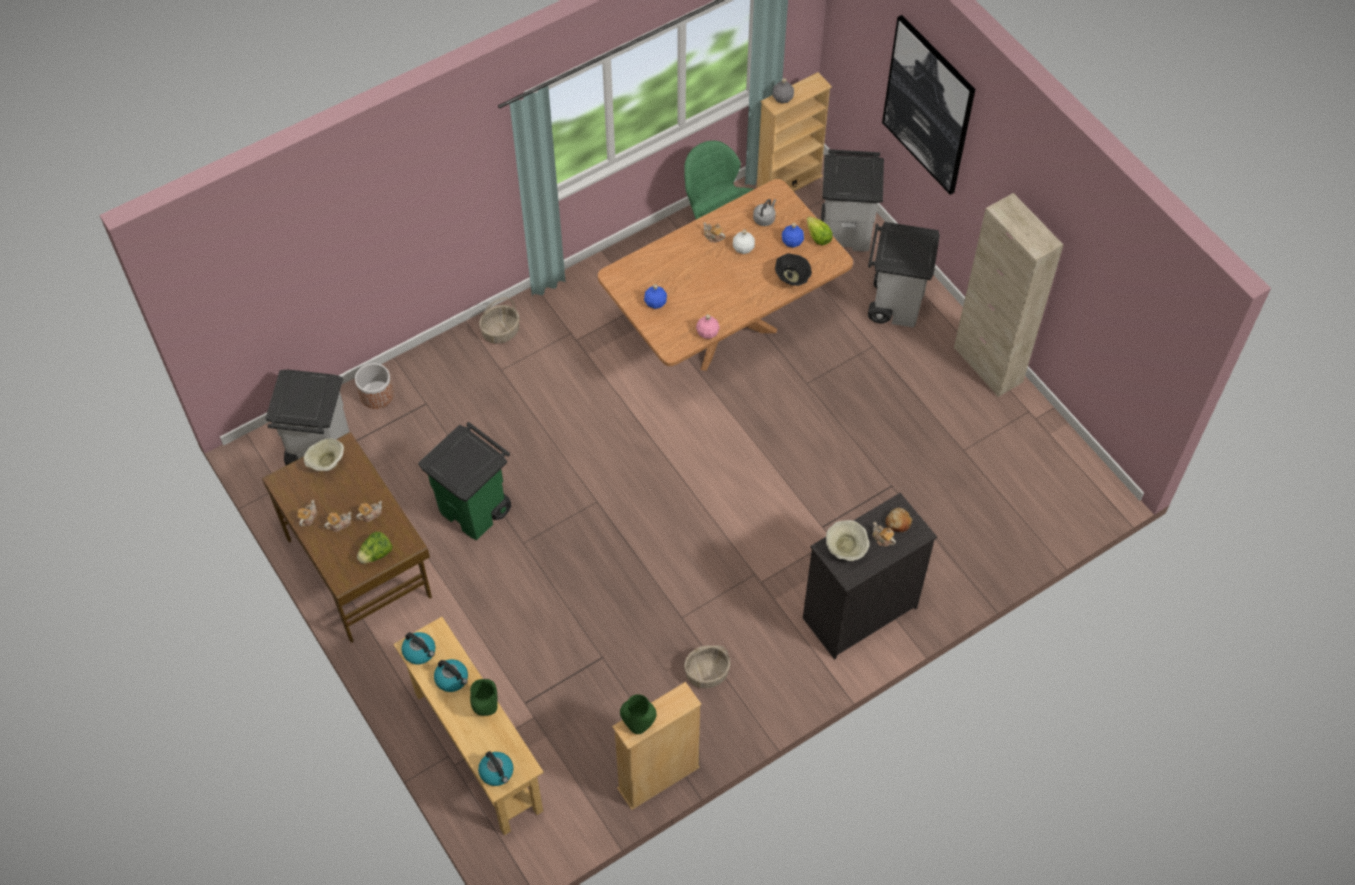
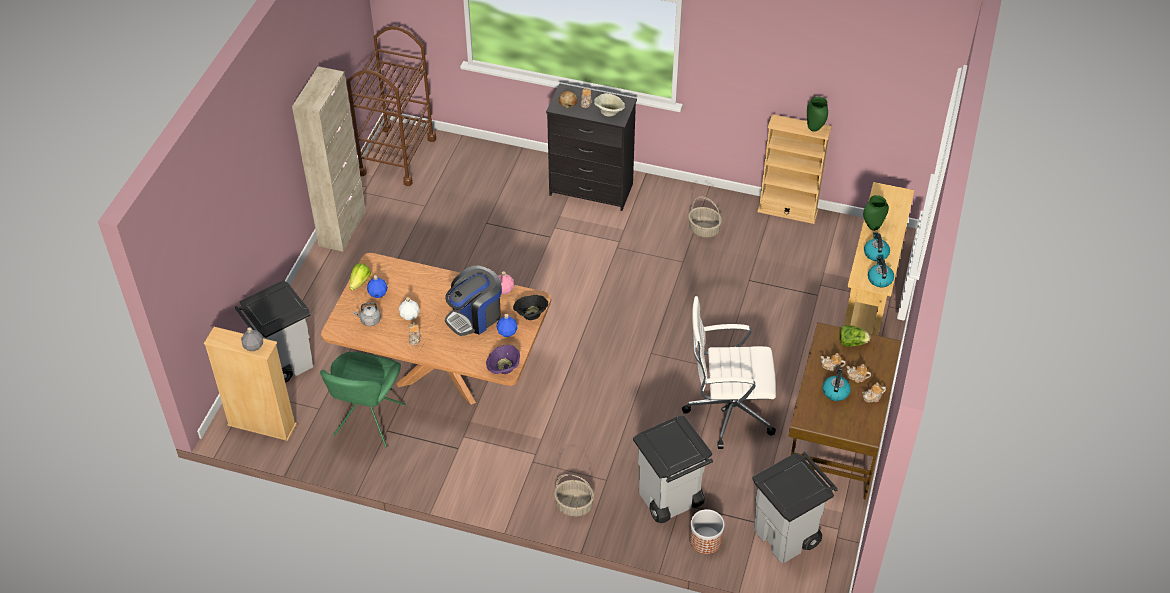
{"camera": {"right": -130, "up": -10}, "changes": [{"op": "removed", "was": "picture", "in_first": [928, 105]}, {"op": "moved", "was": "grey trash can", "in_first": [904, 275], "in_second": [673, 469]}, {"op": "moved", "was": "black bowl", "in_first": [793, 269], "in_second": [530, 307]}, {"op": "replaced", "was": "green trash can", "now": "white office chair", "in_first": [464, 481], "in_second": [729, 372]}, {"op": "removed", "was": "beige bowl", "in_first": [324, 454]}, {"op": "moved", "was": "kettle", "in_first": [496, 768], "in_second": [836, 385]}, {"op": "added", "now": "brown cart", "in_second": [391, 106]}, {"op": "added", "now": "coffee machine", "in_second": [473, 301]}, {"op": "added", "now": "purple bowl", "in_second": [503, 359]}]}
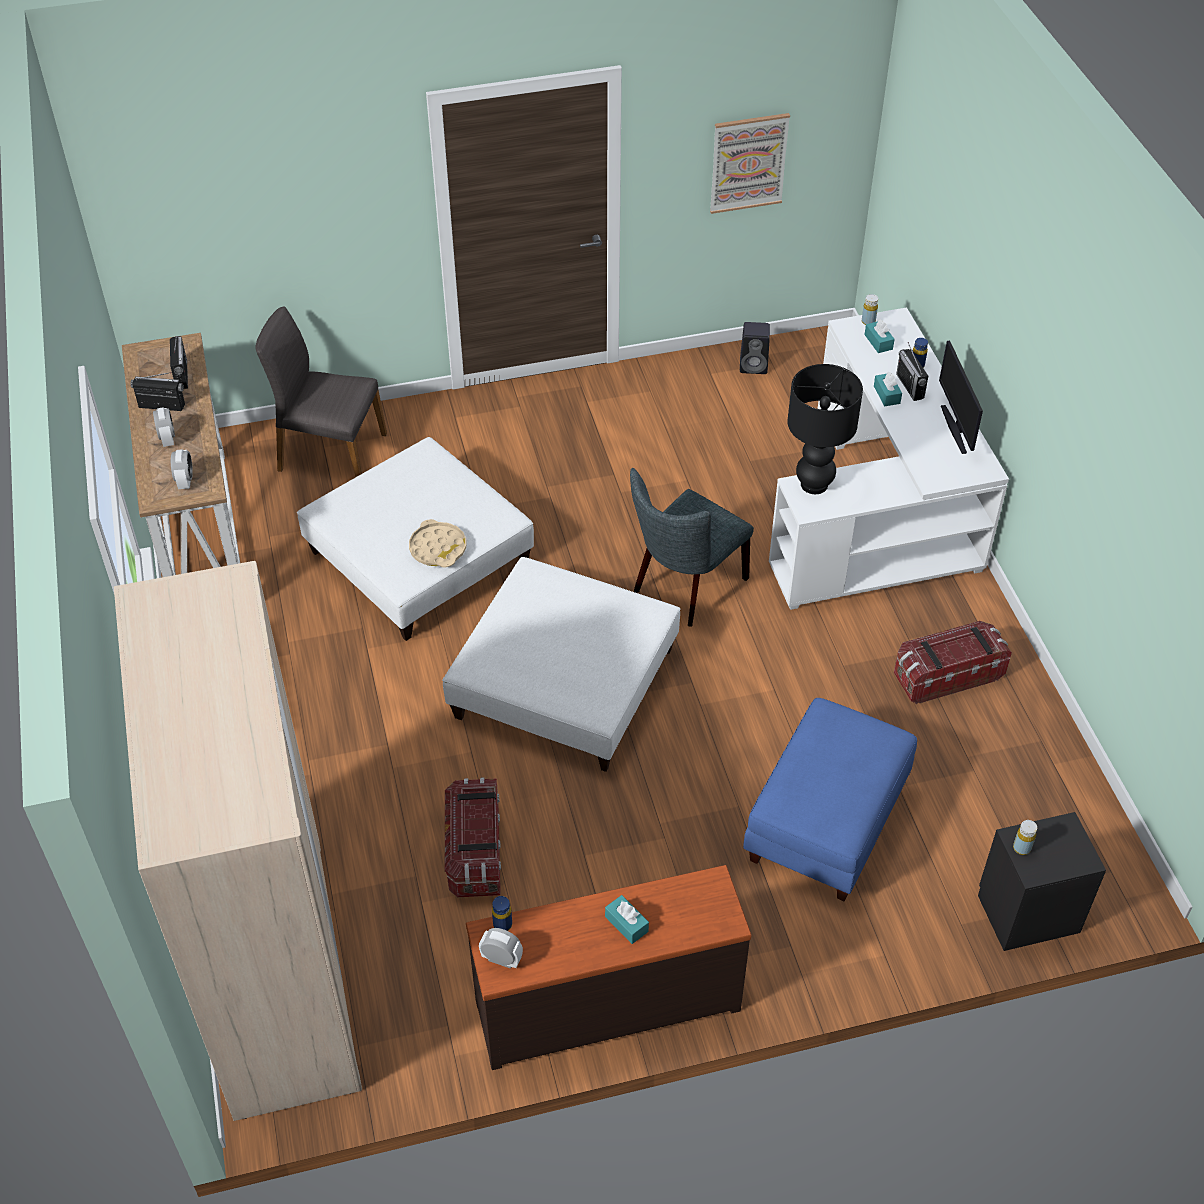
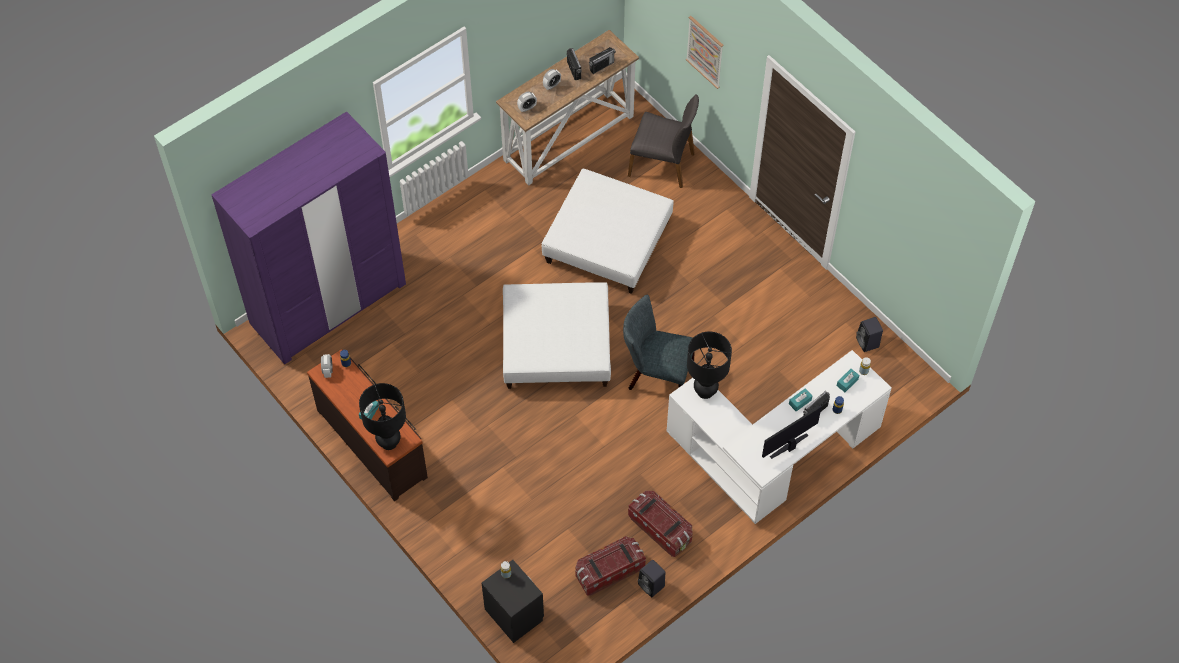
{"camera": {"right": 65, "up": 10}, "changes": [{"op": "moved", "was": "picture", "in_first": [750, 163], "in_second": [705, 52]}, {"op": "turned", "was": "grey chair", "in_first": [321, 391], "in_second": [663, 141], "clockwise": 120}, {"op": "removed", "was": "beige tray", "in_first": [437, 543]}, {"op": "recoloured", "was": "beige wardrobe", "now": "purple wardrobe", "in_first": [238, 841], "in_second": [308, 237]}, {"op": "removed", "was": "blue ottoman", "in_first": [830, 800]}, {"op": "moved", "was": "storage box", "in_first": [472, 837], "in_second": [610, 565]}, {"op": "added", "now": "black table lamp", "in_second": [382, 416]}, {"op": "added", "now": "black speaker", "in_second": [652, 578]}]}
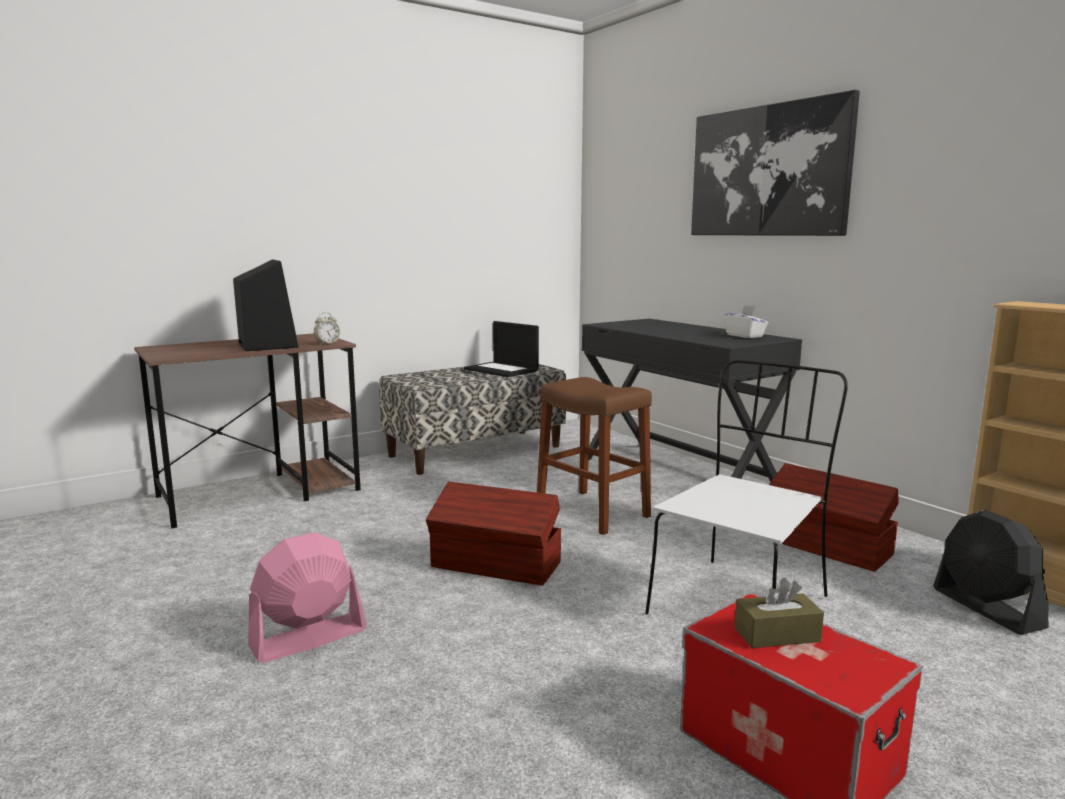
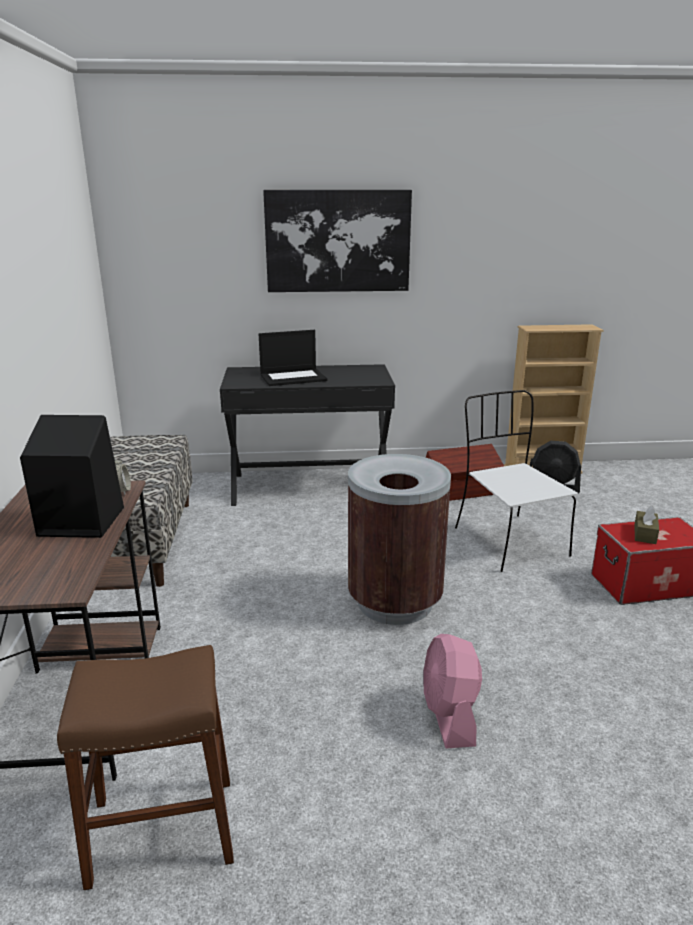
{"camera": {"right": -60, "up": 10}, "changes": [{"op": "removed", "was": "white tissue box", "in_first": [746, 321]}, {"op": "moved", "was": "laptop", "in_first": [501, 349], "in_second": [293, 358]}, {"op": "moved", "was": "brown stool", "in_first": [594, 456], "in_second": [145, 767]}, {"op": "replaced", "was": "brown storage box", "now": "brown trash can", "in_first": [493, 534], "in_second": [399, 539]}]}
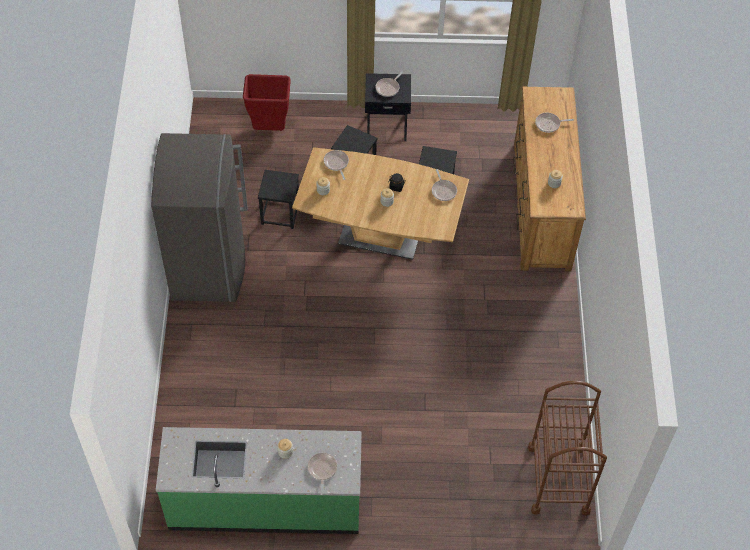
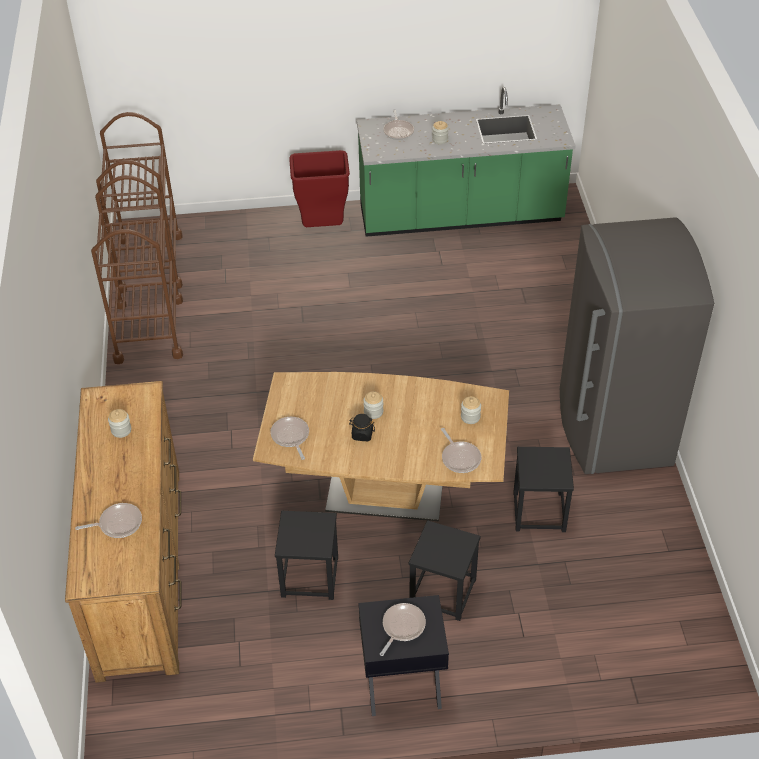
{"camera": {"right": 175, "up": -10}, "changes": [{"op": "moved", "was": "red trash can", "in_first": [267, 102], "in_second": [319, 188]}, {"op": "added", "now": "brown cart", "in_second": [137, 269]}]}
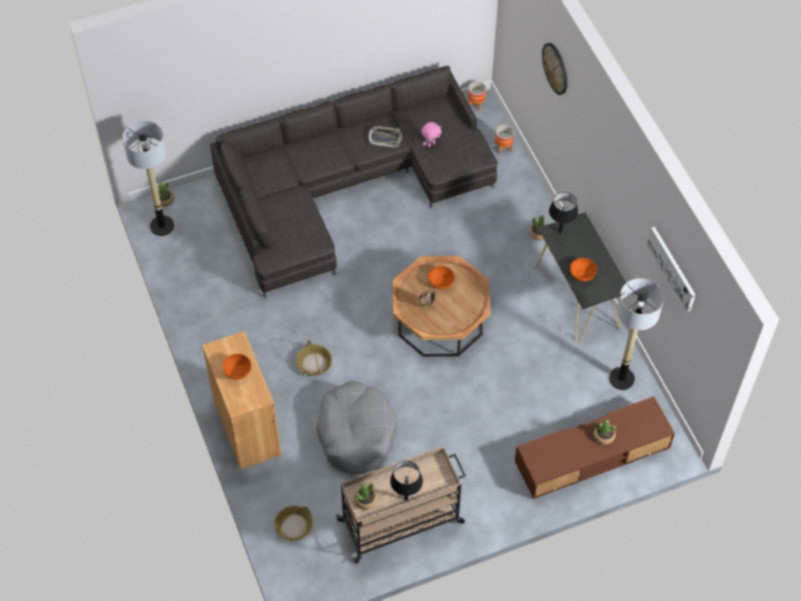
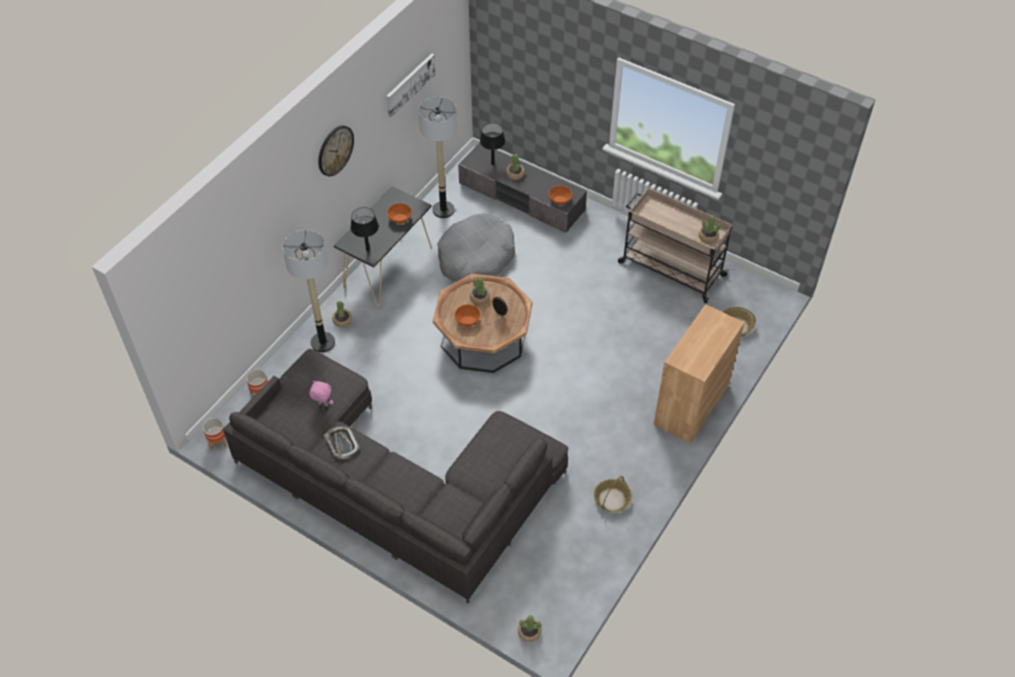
{"camera": {"right": -125, "up": -5}, "changes": [{"op": "moved", "was": "wall clock", "in_first": [555, 69], "in_second": [336, 150]}, {"op": "moved", "was": "floor lamp", "in_first": [148, 178], "in_second": [308, 291]}, {"op": "moved", "was": "basket", "in_first": [314, 358], "in_second": [613, 494]}, {"op": "moved", "was": "orange bowl", "in_first": [237, 367], "in_second": [560, 195]}, {"op": "moved", "was": "grey dog bed", "in_first": [356, 428], "in_second": [476, 247]}, {"op": "recoloured", "was": "brown tv stand", "now": "grey tv stand", "in_first": [595, 447], "in_second": [522, 187]}, {"op": "moved", "was": "black table lamp", "in_first": [406, 480], "in_second": [492, 144]}, {"op": "added", "now": "potted plant", "in_second": [480, 291]}]}
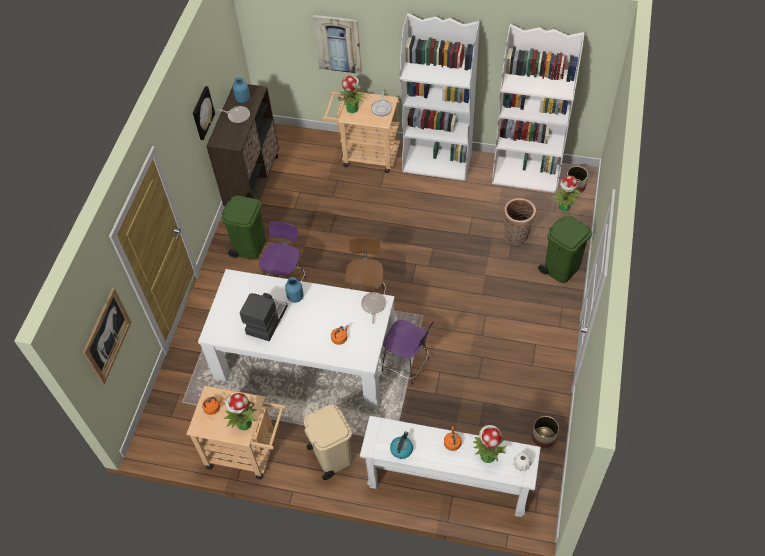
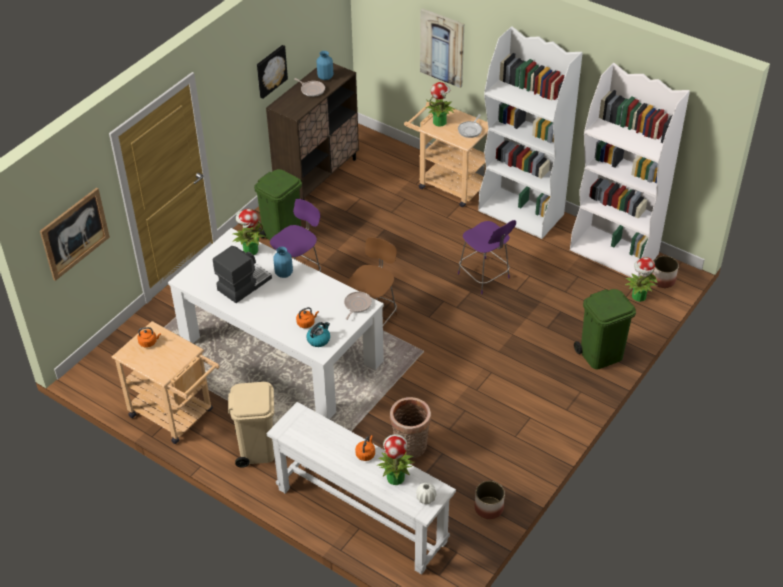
{"camera": {"right": 20, "up": -10}, "changes": [{"op": "moved", "was": "basket", "in_first": [520, 221], "in_second": [410, 427]}, {"op": "moved", "was": "purple chair", "in_first": [407, 353], "in_second": [487, 257]}, {"op": "moved", "was": "potted plant", "in_first": [240, 411], "in_second": [249, 232]}, {"op": "moved", "was": "kettle", "in_first": [401, 445], "in_second": [318, 334]}]}
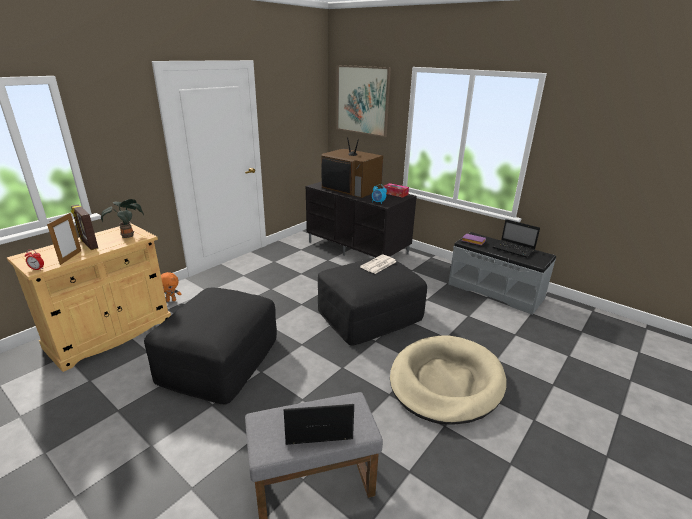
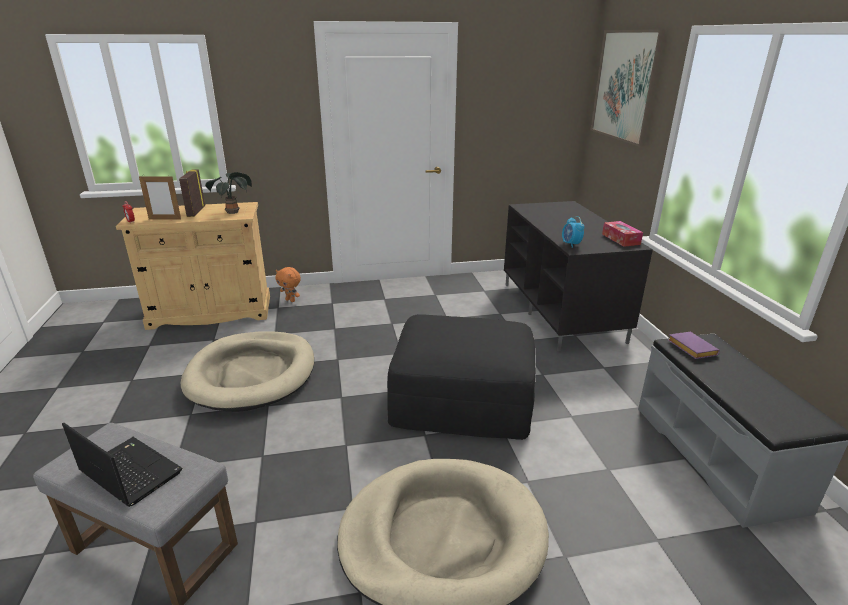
{"camera": {"right": 40, "up": 0}, "changes": [{"op": "removed", "was": "television", "in_first": [352, 167]}, {"op": "turned", "was": "picture frame", "in_first": [64, 239], "in_second": [160, 197], "clockwise": 45}, {"op": "removed", "was": "laptop", "in_first": [516, 238]}, {"op": "removed", "was": "newspaper", "in_first": [378, 264]}, {"op": "replaced", "was": "black ottoman", "now": "beige dog bed", "in_first": [210, 346], "in_second": [247, 371]}]}
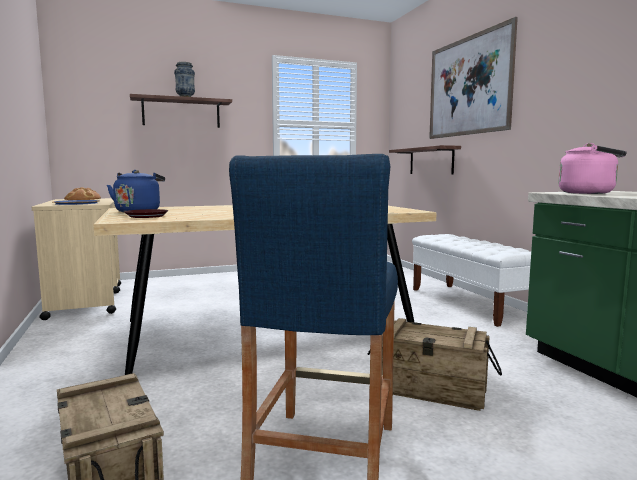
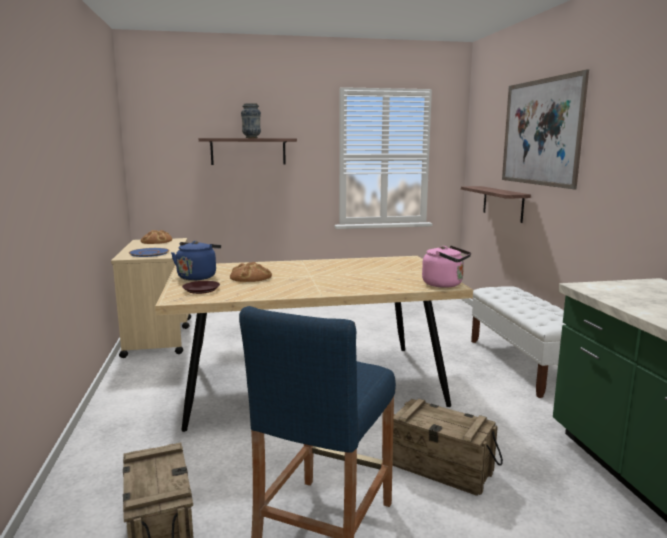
{"camera": {"right": 10, "up": 5}, "changes": [{"op": "moved", "was": "pink kettle", "in_first": [592, 168], "in_second": [446, 266]}, {"op": "added", "now": "bread", "in_second": [251, 272]}]}
